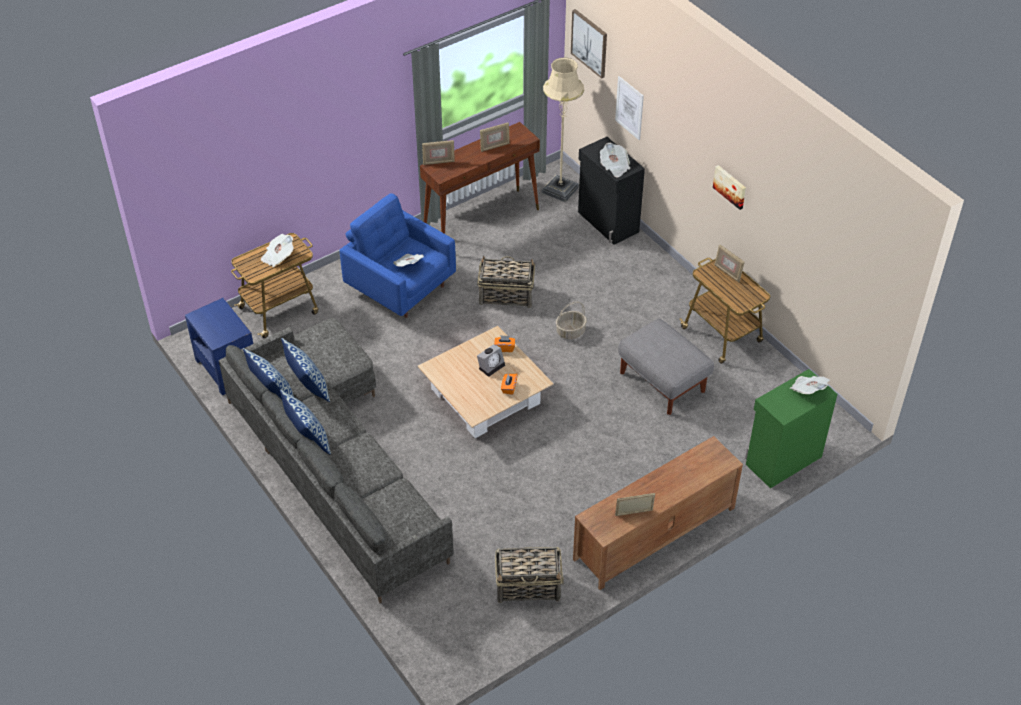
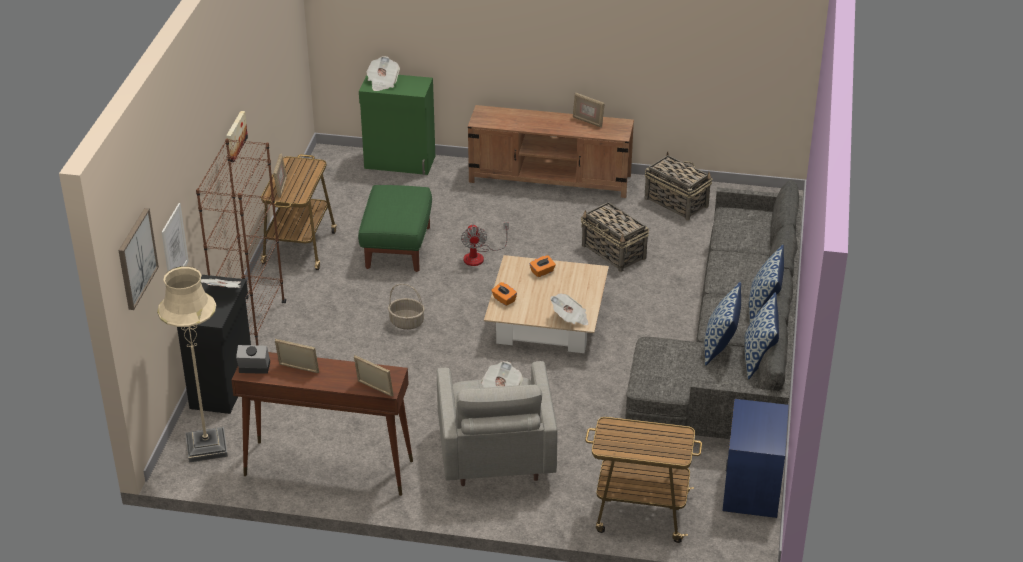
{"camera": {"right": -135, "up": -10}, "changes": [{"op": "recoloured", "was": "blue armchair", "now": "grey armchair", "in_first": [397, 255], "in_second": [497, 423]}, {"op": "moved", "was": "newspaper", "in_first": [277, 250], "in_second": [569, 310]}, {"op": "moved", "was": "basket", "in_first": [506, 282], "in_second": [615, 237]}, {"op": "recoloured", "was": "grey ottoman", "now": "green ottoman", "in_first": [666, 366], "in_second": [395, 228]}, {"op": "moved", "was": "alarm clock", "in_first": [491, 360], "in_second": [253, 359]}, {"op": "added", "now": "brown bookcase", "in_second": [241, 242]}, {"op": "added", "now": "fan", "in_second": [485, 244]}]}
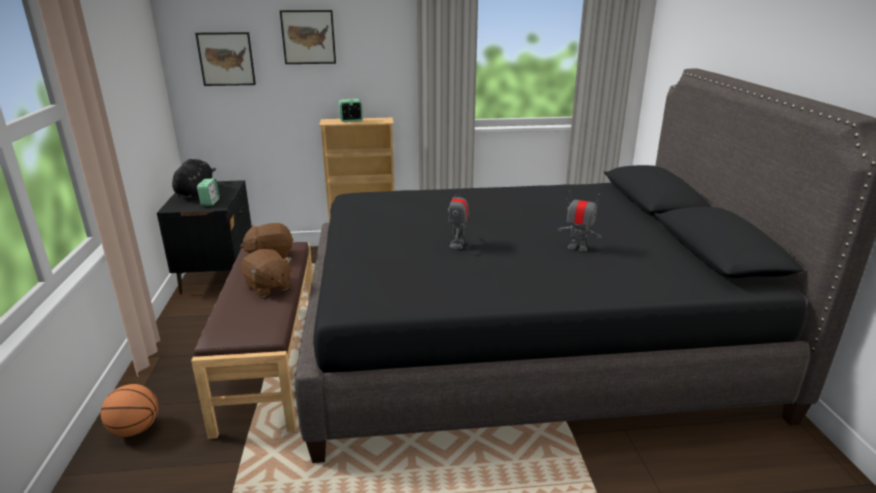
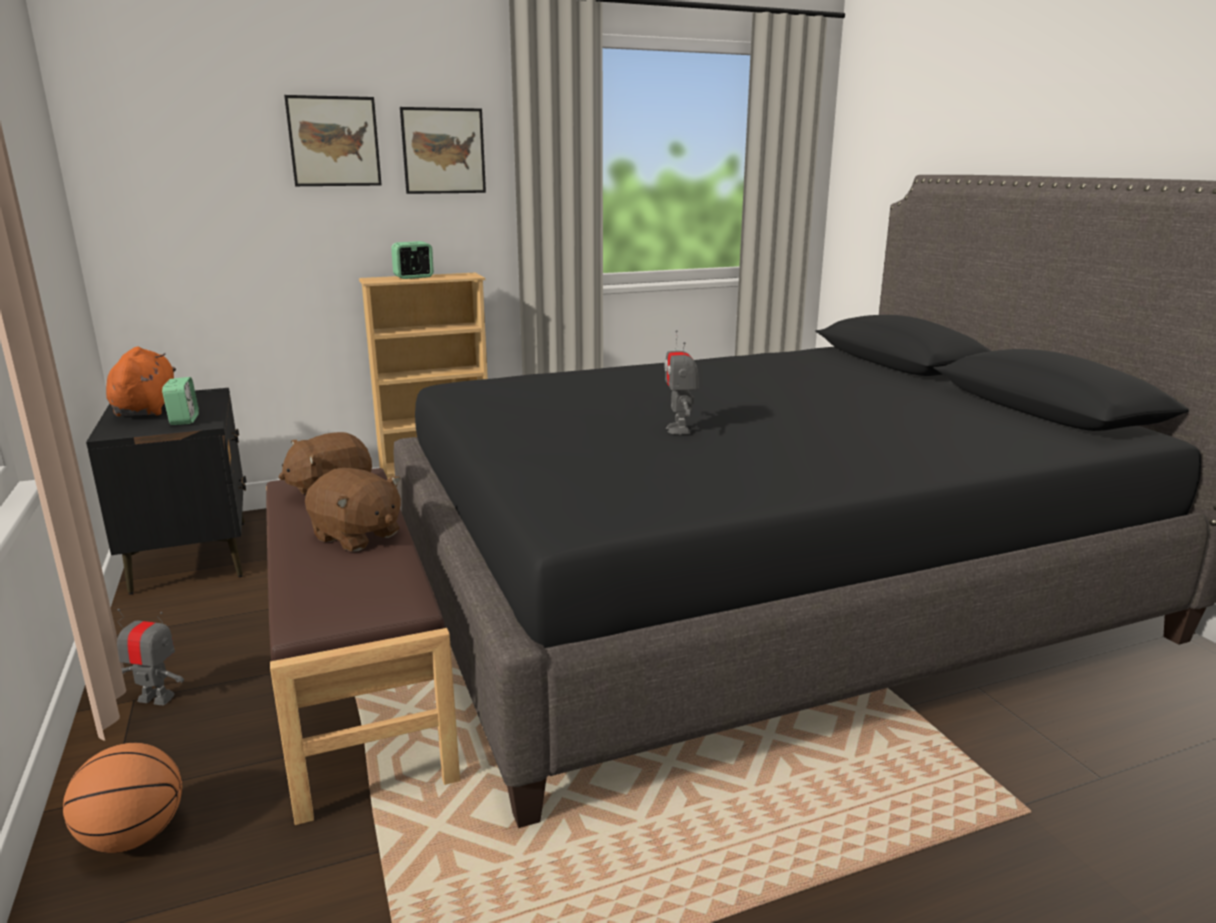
{"camera": {"right": -15, "up": -5}, "changes": [{"op": "moved", "was": "picture", "in_first": [225, 59], "in_second": [443, 150]}, {"op": "recoloured", "was": "black plush toy", "now": "orange plush toy", "in_first": [194, 178], "in_second": [141, 381]}, {"op": "moved", "was": "toy robot", "in_first": [579, 221], "in_second": [150, 657]}]}
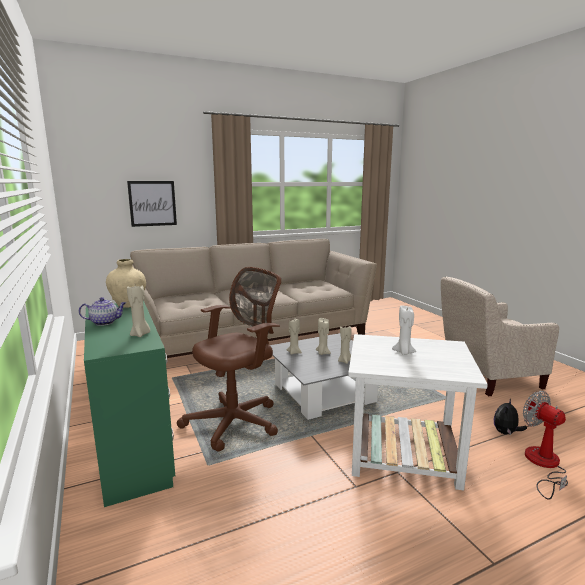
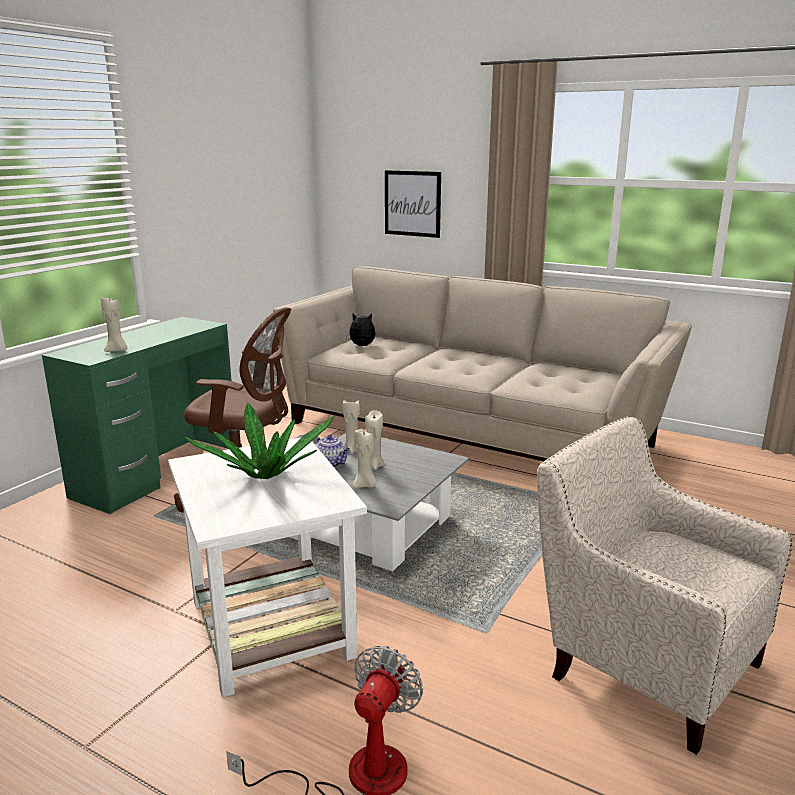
{"camera": {"right": 55, "up": 5}, "changes": [{"op": "removed", "was": "beige vase", "in_first": [126, 283]}, {"op": "moved", "was": "teapot", "in_first": [102, 311], "in_second": [331, 451]}, {"op": "replaced", "was": "white candle", "now": "potted plant", "in_first": [404, 330], "in_second": [259, 440]}, {"op": "moved", "was": "plush toy", "in_first": [510, 417], "in_second": [361, 329]}]}
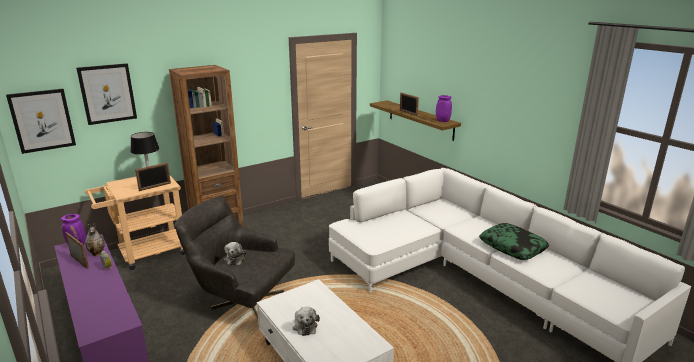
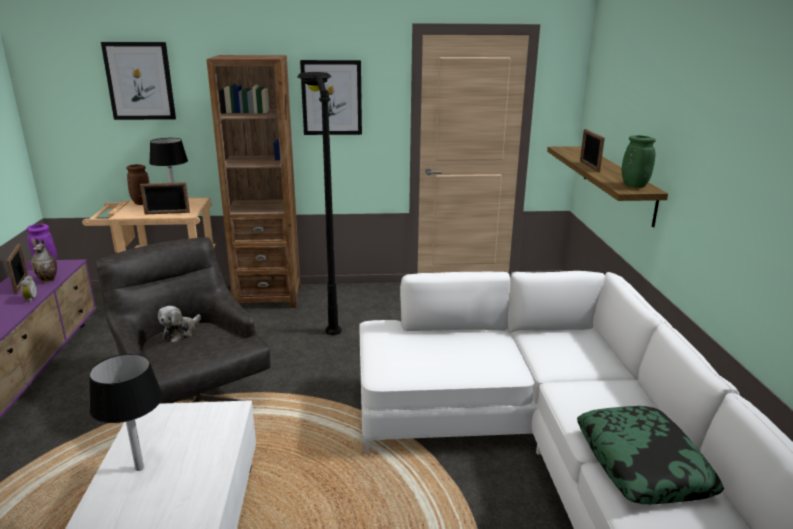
{"camera": {"right": 30, "up": 0}, "changes": [{"op": "moved", "was": "picture", "in_first": [41, 121], "in_second": [331, 97]}, {"op": "recoloured", "was": "purple vase", "now": "green vase", "in_first": [444, 108], "in_second": [638, 161]}, {"op": "replaced", "was": "plush toy", "now": "black table lamp", "in_first": [306, 321], "in_second": [126, 412]}, {"op": "added", "now": "black floor lamp", "in_second": [319, 203]}, {"op": "added", "now": "brown vase", "in_second": [138, 184]}]}
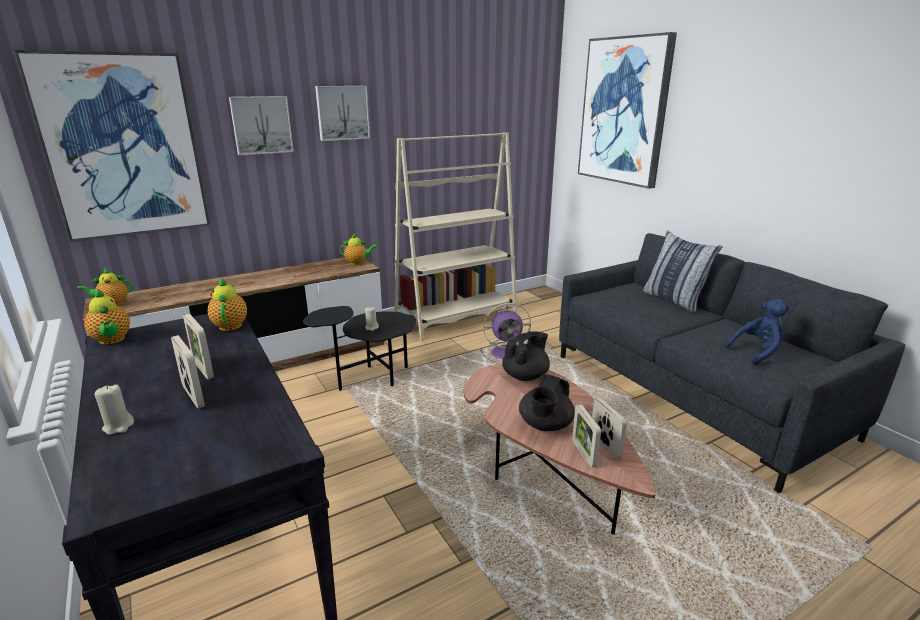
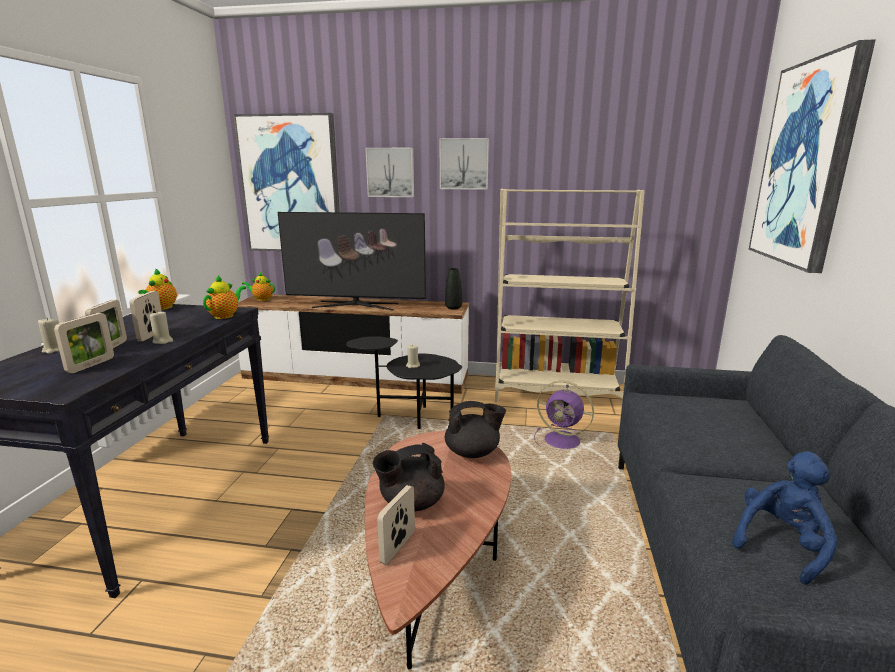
{"camera": {"right": 40, "up": -5}, "changes": [{"op": "removed", "was": "pillow", "in_first": [683, 272]}, {"op": "replaced", "was": "teapot", "now": "black vase", "in_first": [359, 249], "in_second": [453, 289]}, {"op": "turned", "was": "blue plush toy", "in_first": [757, 332], "in_second": [785, 518], "clockwise": -60}, {"op": "moved", "was": "picture frame", "in_first": [609, 428], "in_second": [84, 343]}, {"op": "added", "now": "television", "in_second": [352, 261]}, {"op": "added", "now": "beige candle", "in_second": [161, 327]}]}
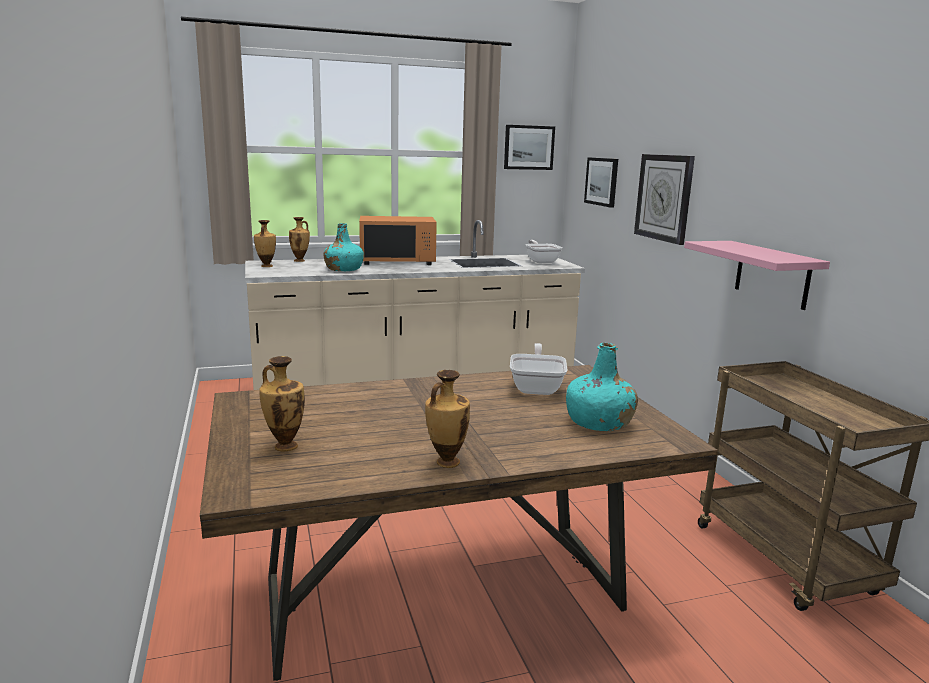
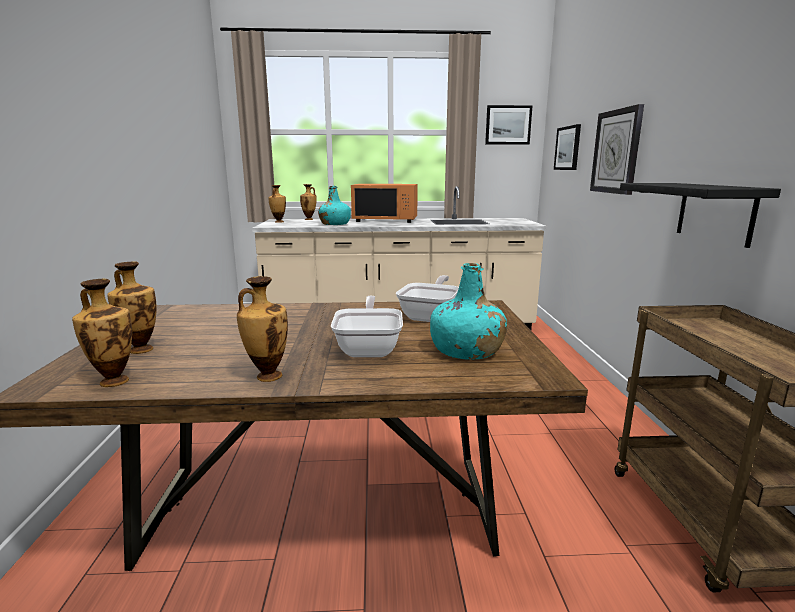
{"camera": {"right": 15, "up": 0}, "changes": [{"op": "moved", "was": "frying pan", "in_first": [544, 251], "in_second": [367, 326]}, {"op": "recoloured", "was": "pink shelf", "now": "black shelf", "in_first": [757, 275], "in_second": [700, 215]}, {"op": "added", "now": "vase", "in_second": [102, 332]}]}
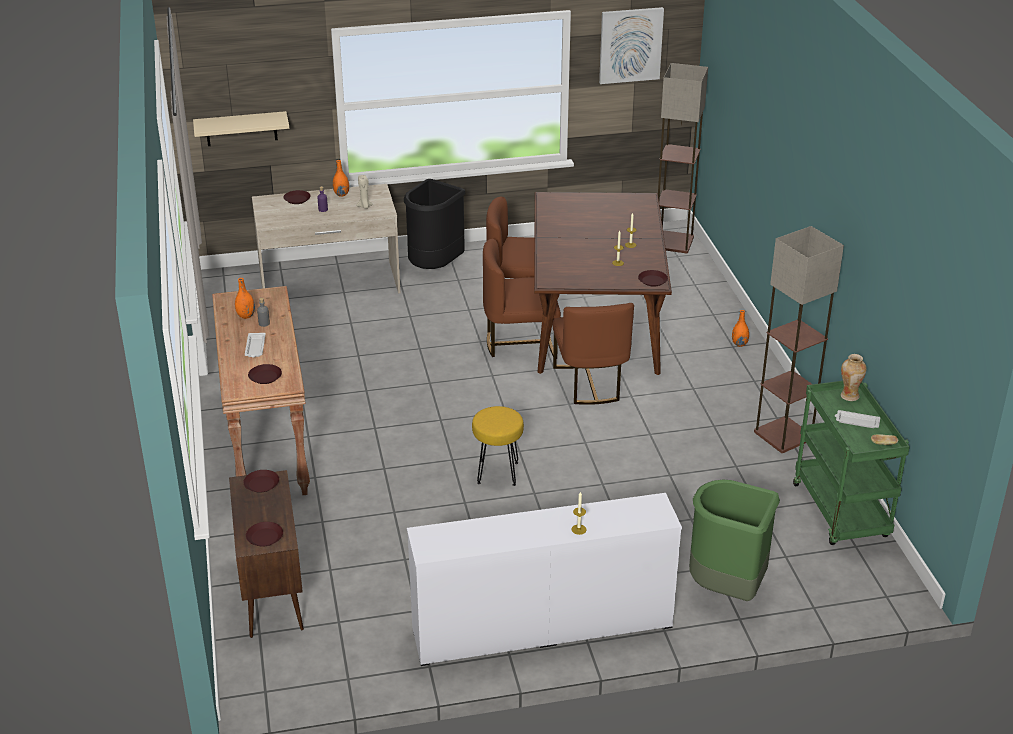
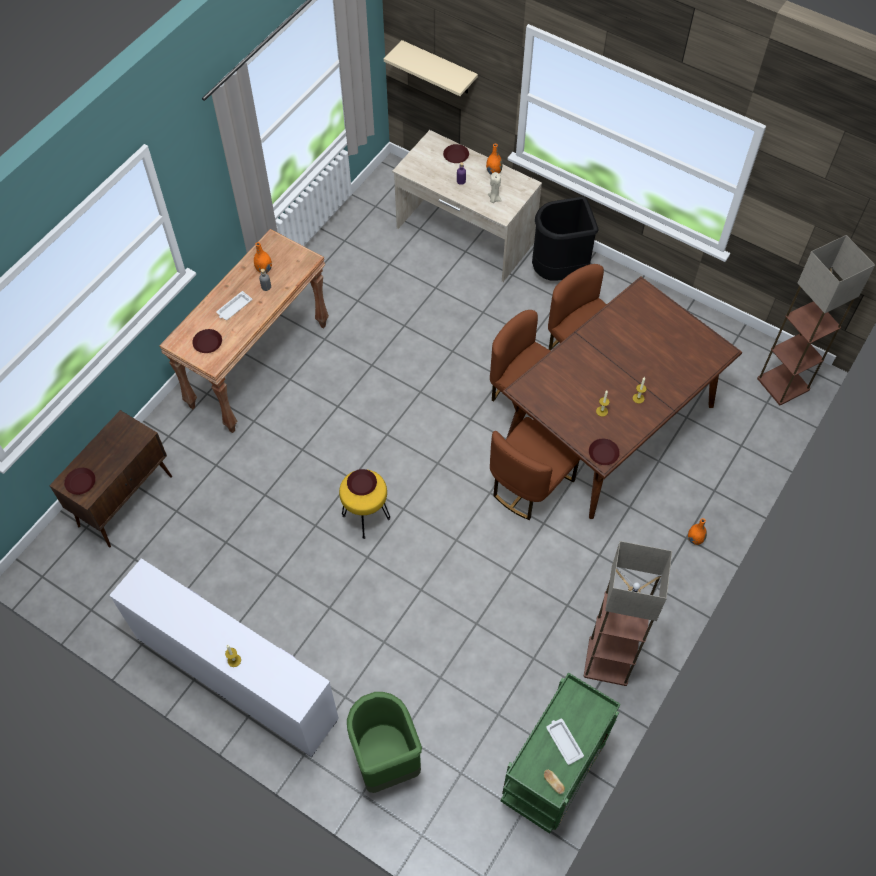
{"camera": {"right": 45, "up": 25}, "changes": [{"op": "removed", "was": "picture", "in_first": [631, 45]}, {"op": "removed", "was": "vase", "in_first": [854, 377]}, {"op": "moved", "was": "brown plate", "in_first": [261, 481], "in_second": [362, 482]}]}
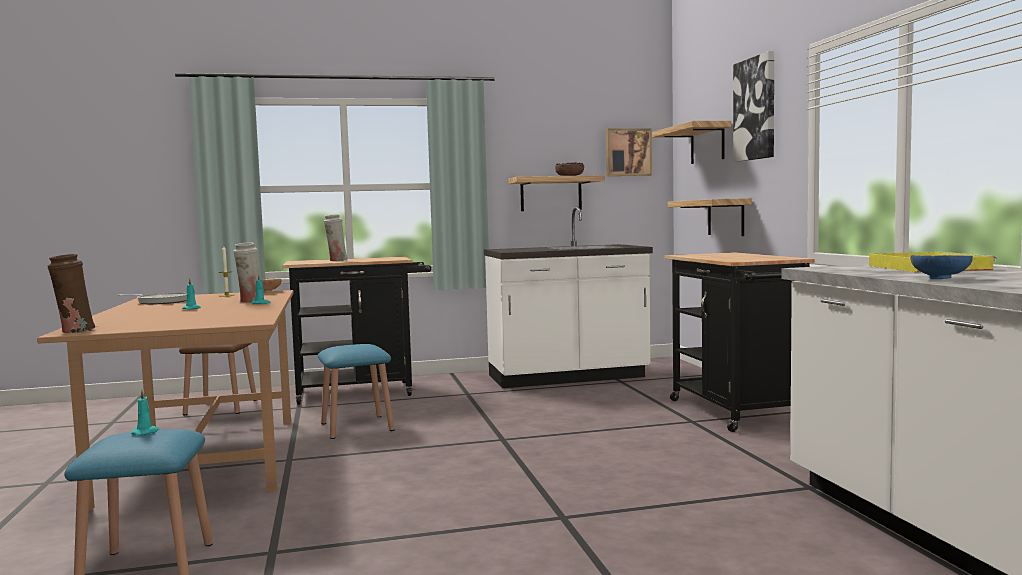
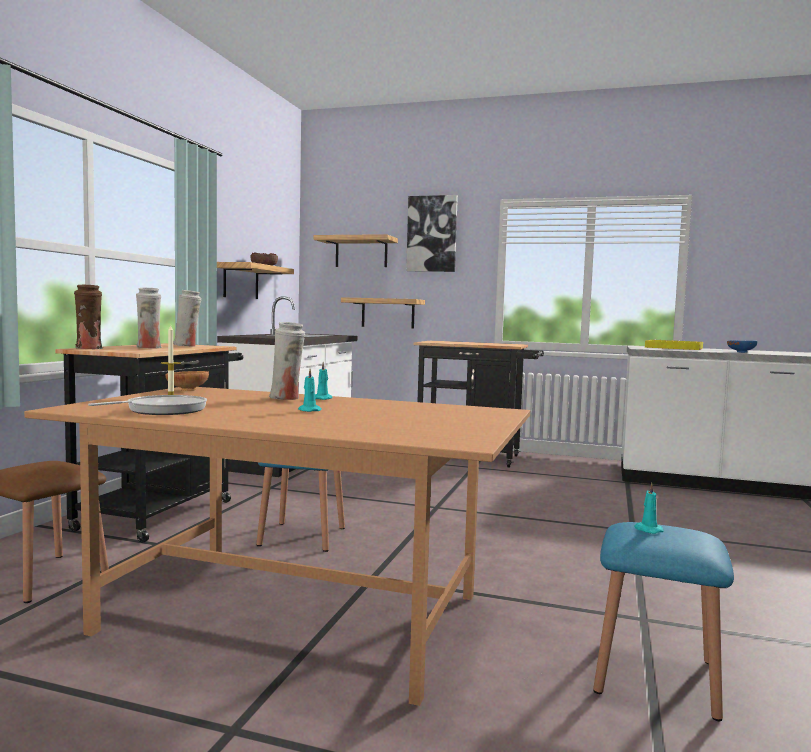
{"camera": {"right": -60, "up": 0}, "changes": [{"op": "removed", "was": "picture", "in_first": [629, 152]}, {"op": "moved", "was": "brown vase", "in_first": [72, 293], "in_second": [88, 317]}, {"op": "added", "now": "white vase", "in_second": [187, 318]}]}
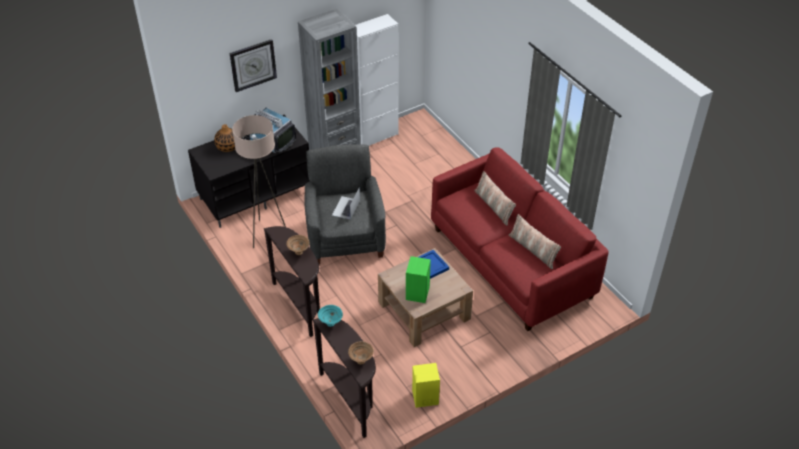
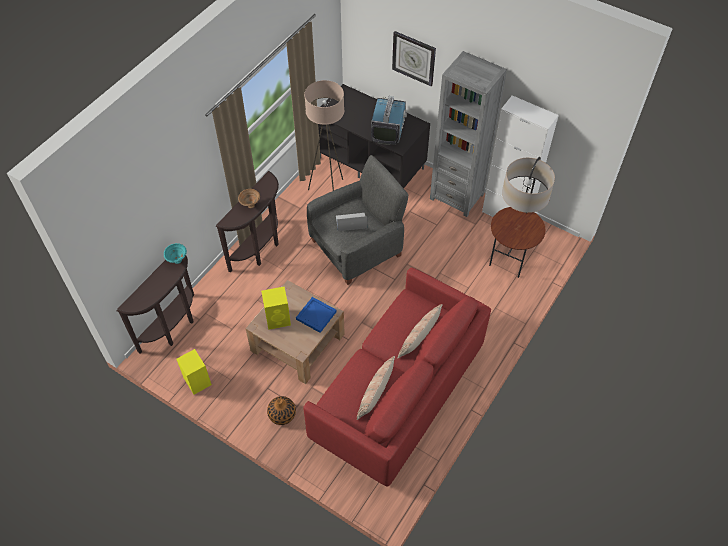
{"camera": {"right": 65, "up": 10}, "changes": [{"op": "moved", "was": "vase", "in_first": [224, 138], "in_second": [281, 410]}, {"op": "recoloured", "was": "green speaker", "now": "yellow speaker", "in_first": [418, 279], "in_second": [276, 308]}, {"op": "removed", "was": "brown bowl", "in_first": [361, 353]}, {"op": "added", "now": "floor lamp", "in_second": [522, 217]}]}
